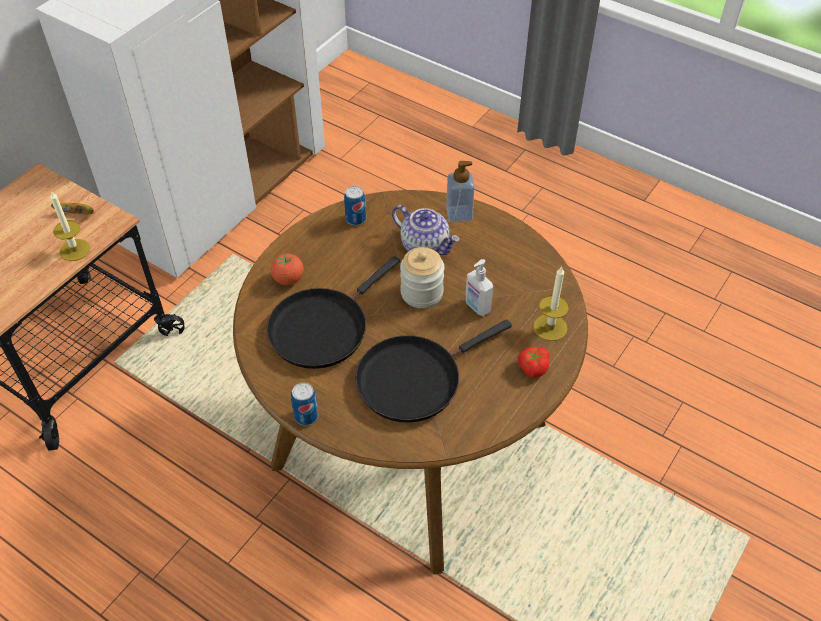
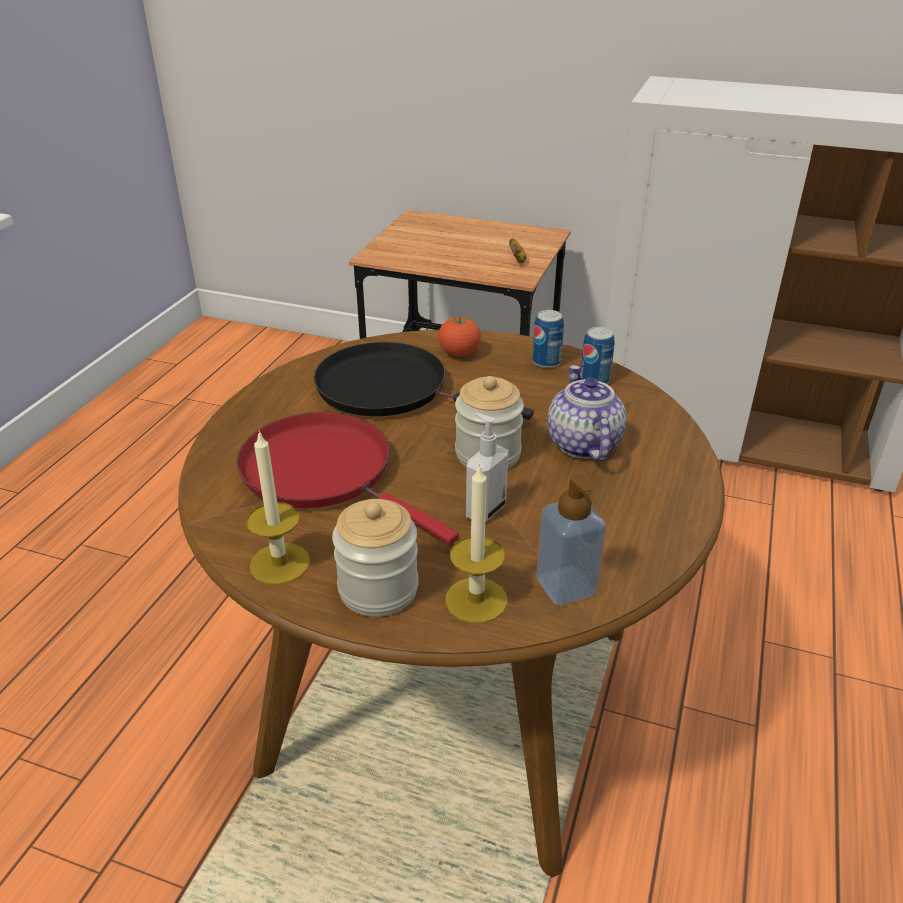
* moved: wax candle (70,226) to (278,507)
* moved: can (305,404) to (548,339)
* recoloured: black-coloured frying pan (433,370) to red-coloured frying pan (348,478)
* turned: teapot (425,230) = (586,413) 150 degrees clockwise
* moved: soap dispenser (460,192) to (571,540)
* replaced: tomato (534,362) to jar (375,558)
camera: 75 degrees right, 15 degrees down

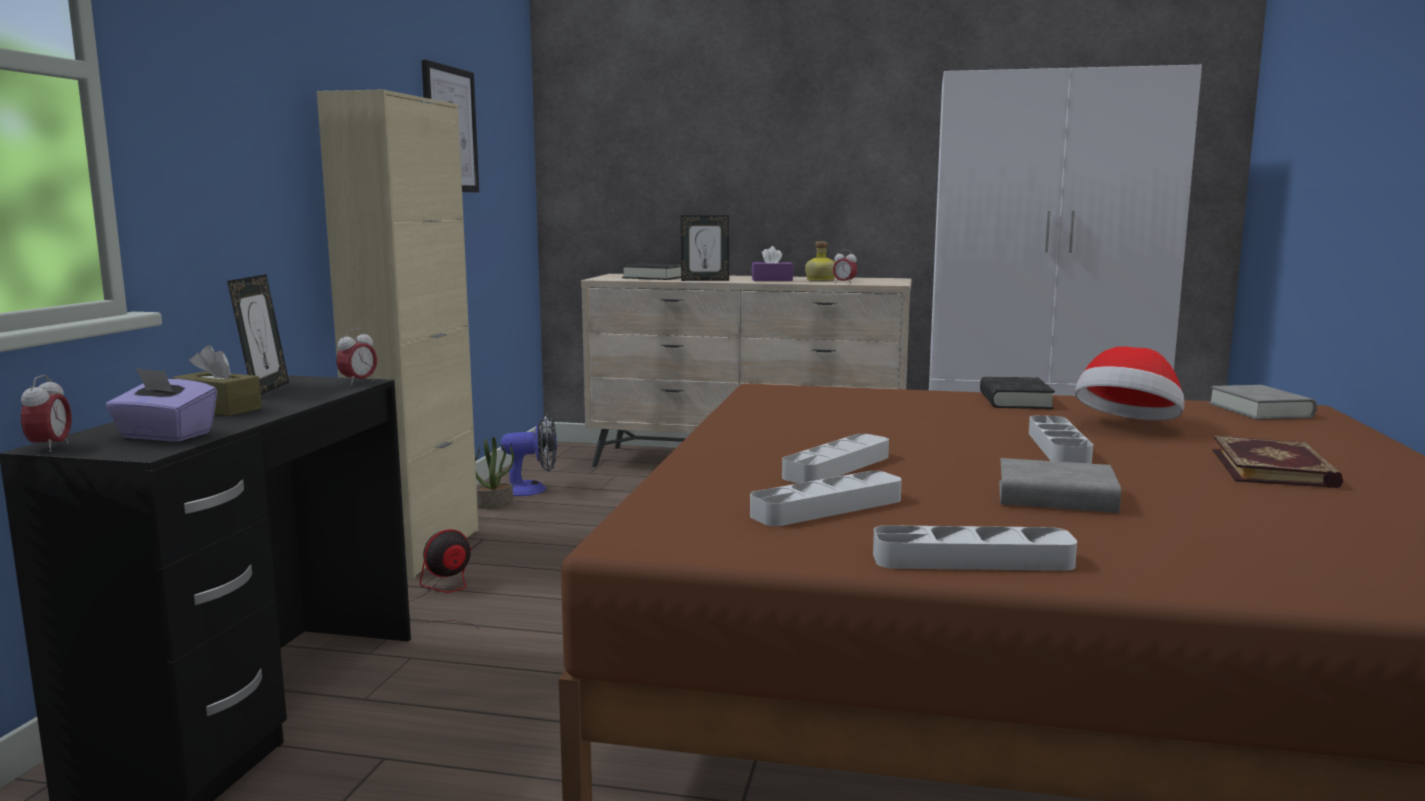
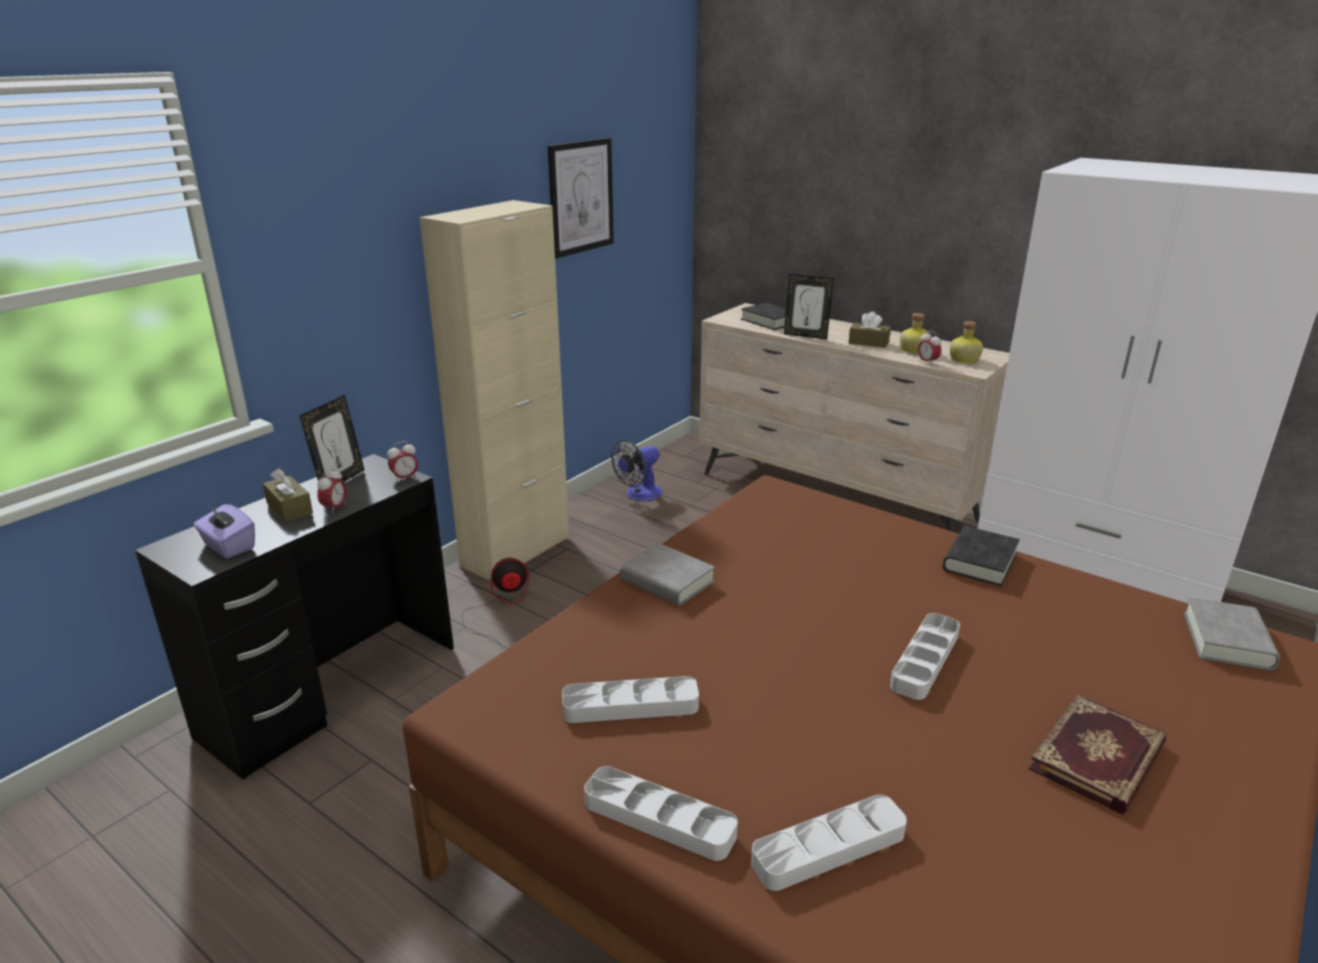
* moved: bedside clock (46,413) to (332,491)
* removed: plant in a pot (494,473)
* turned: cooling fan (528,454) = (636,470) 120 degrees clockwise
* recoloured: purple tissue holder (772,263) to brownish tissue holder (870,329)
* moved: grey serving tray (835,458) to (829,843)
* moved: grey book (1060,485) to (668,574)
* removed: clothing hat (1129,383)
* added: bottle (966,342)
camera: 25 degrees right, 15 degrees up

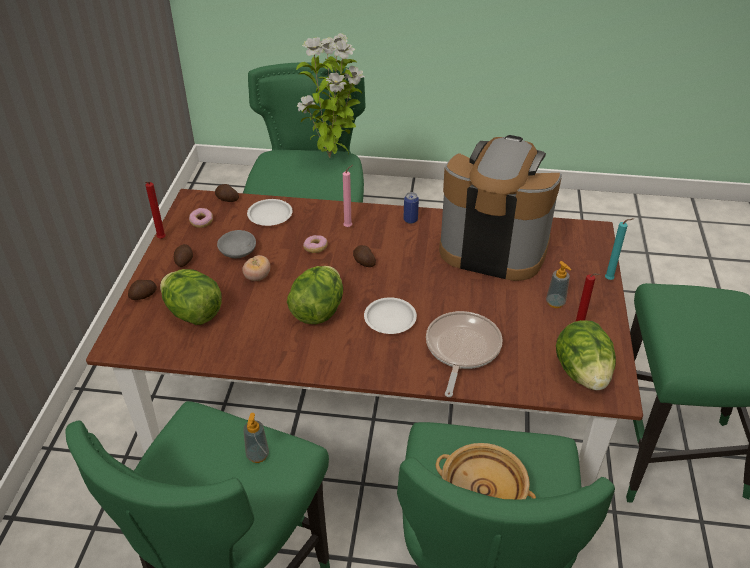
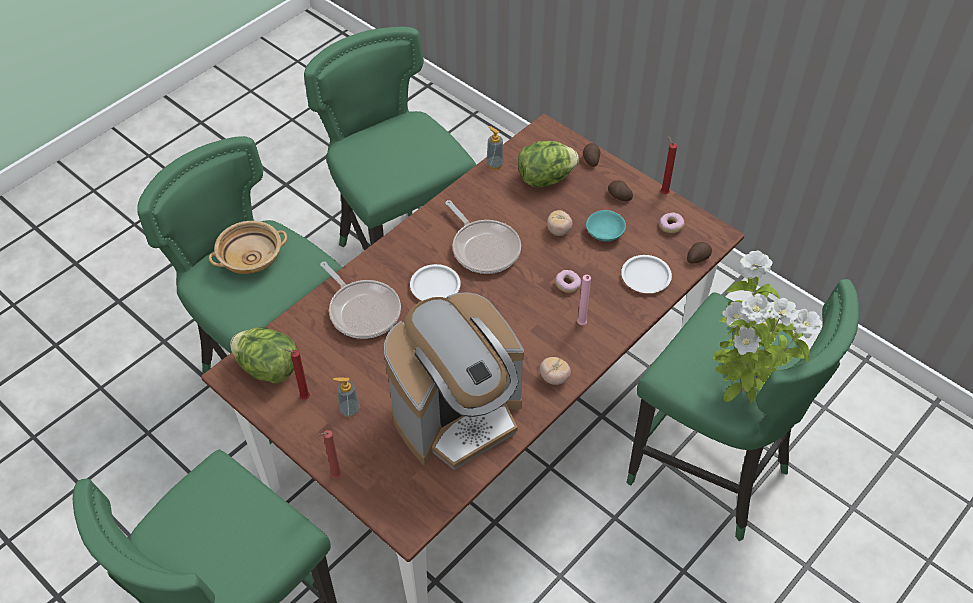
* recoloured: grey serving bowl (236,244) to turquoise serving bowl (606,226)
* moved: soap dispenser (256,438) to (495,147)
* replaced: lettuce (315,295) to frying pan (483,237)
* removed: spud (364,256)
* replaced: can (411,208) to tomato (555,371)
* recoloured: turquoise wax candle (619,249) to red-coloured wax candle (330,454)
camera: 125 degrees right, 10 degrees up

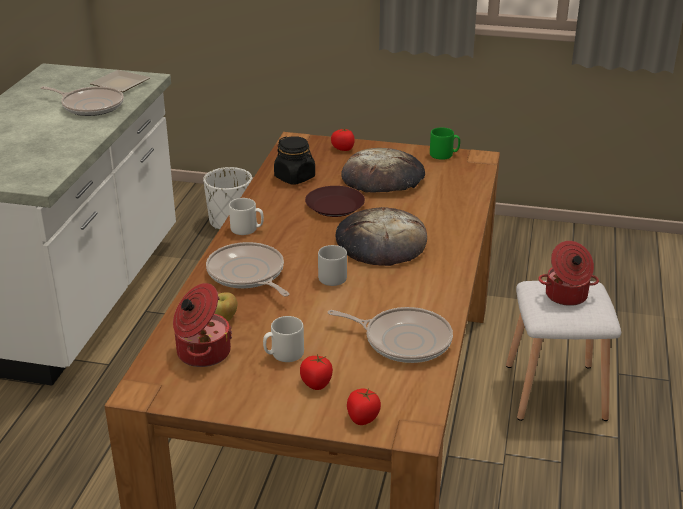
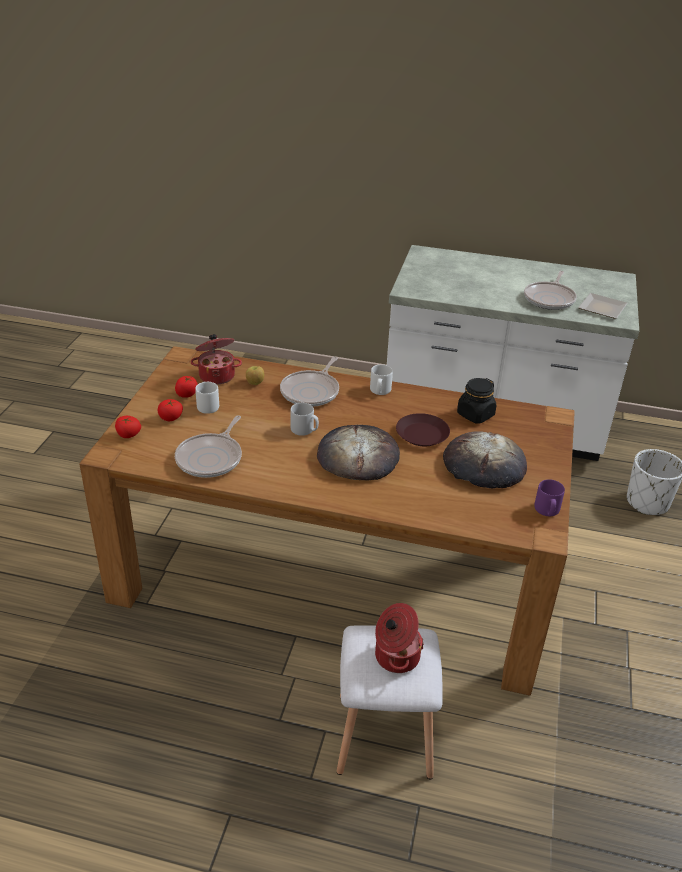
* turned: frying pan (247,269) = (309,382) 150 degrees clockwise
* moved: tomato (343,139) to (186,387)
* recoloured: green coffee mug (445,143) to purple coffee mug (549,497)
camera: 90 degrees right, 5 degrees up

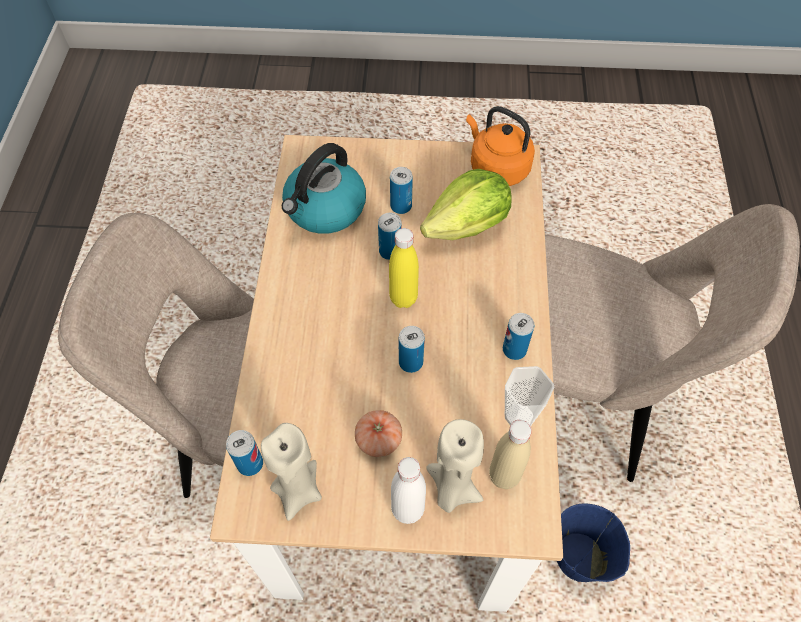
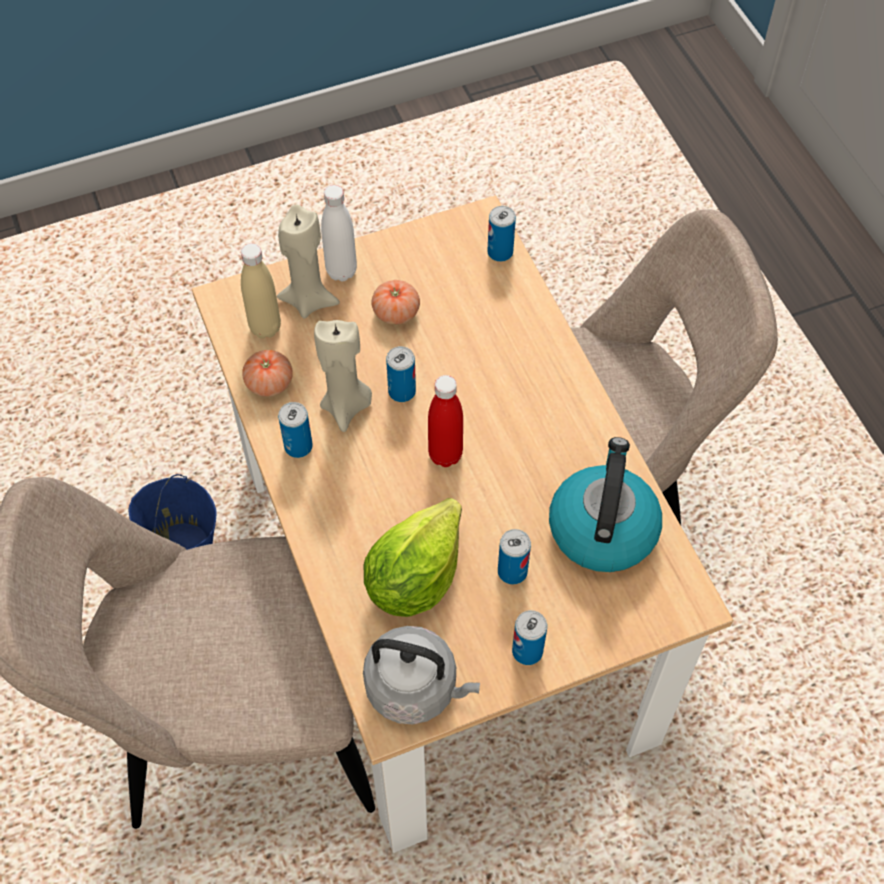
* moved: sand-coloured wax candle (291,472) to (343,376)
* moved: can (390,236) to (529,637)
* recoloured: yellow-coloured bottle (404,268) to red-coloured bottle (445,421)
* recoloured: orange water kettle (500,146) to grey water kettle (421,675)
* replaced: drinking cup (529,396) to tomato (267,373)
camera: 155 degrees right, 0 degrees up

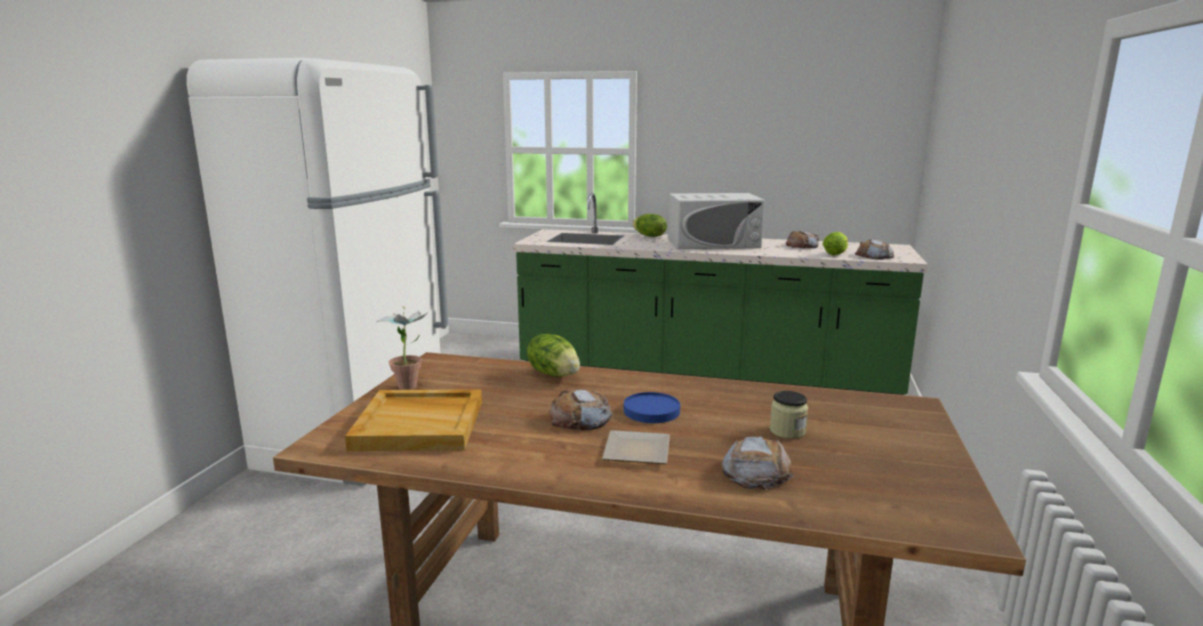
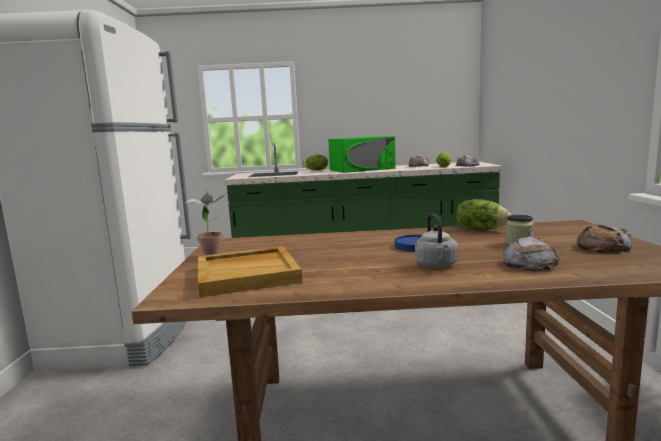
* moved: lettuce (553,355) to (483,214)
* moved: bread (581,409) to (604,238)
* replaced: plate (636,447) to grey water kettle (436,240)
* recoloured: whitish microwave (716,221) to green microwave (362,154)
camera: 15 degrees left, 5 degrees down

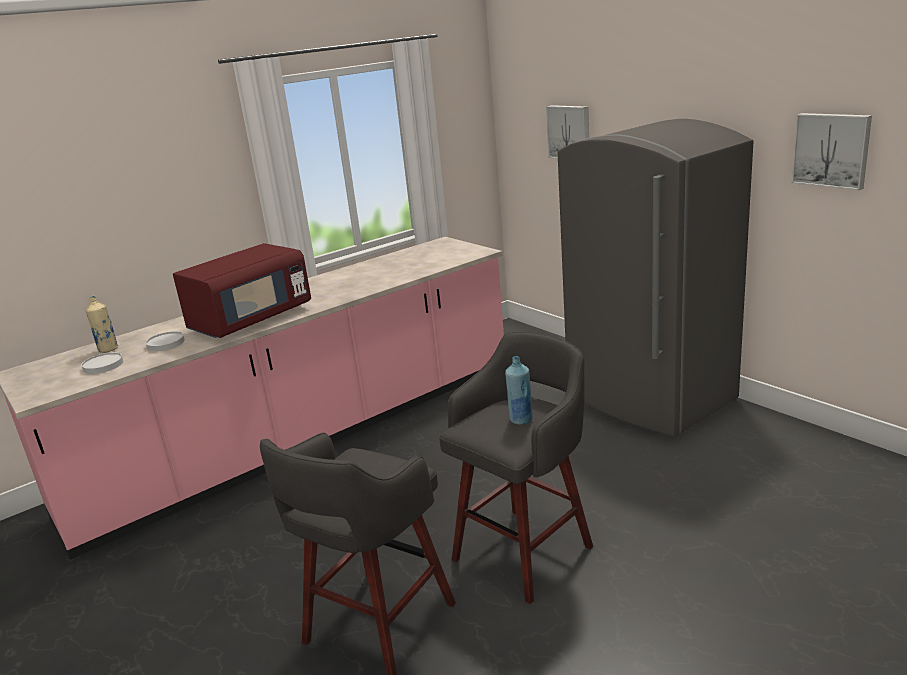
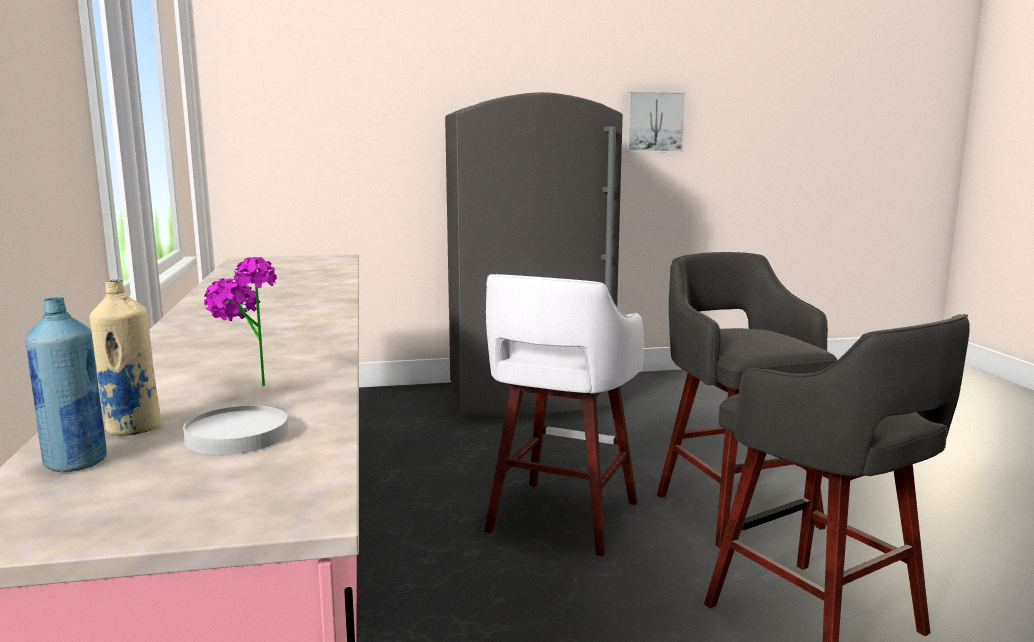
* replaced: whitish plate (165,341) to plant in a pot (240,321)
* removed: red-coloured microwave (242,290)
* moved: blue-coloured bottle (519,390) to (66,384)
* removed: wall picture (567,132)
* added: whitish stool seat (564,415)
camera: 65 degrees left, 10 degrees down

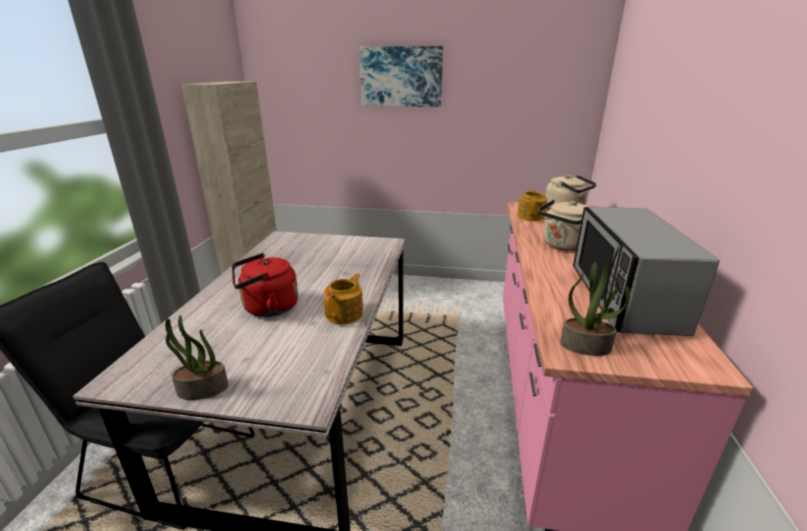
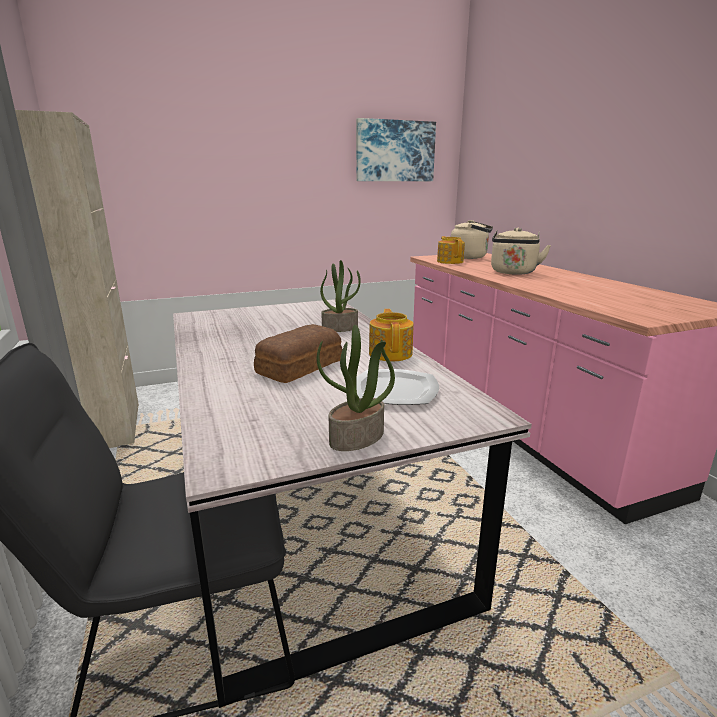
* replaced: red-coloured water kettle (265,285) to bread (298,353)
* moved: wall picture (401,76) to (396,149)
* moved: plant in a pot (595,309) to (340,296)
* removed: microwave (646,271)
* added: plate (397,387)
camera: 30 degrees left, 5 degrees down

